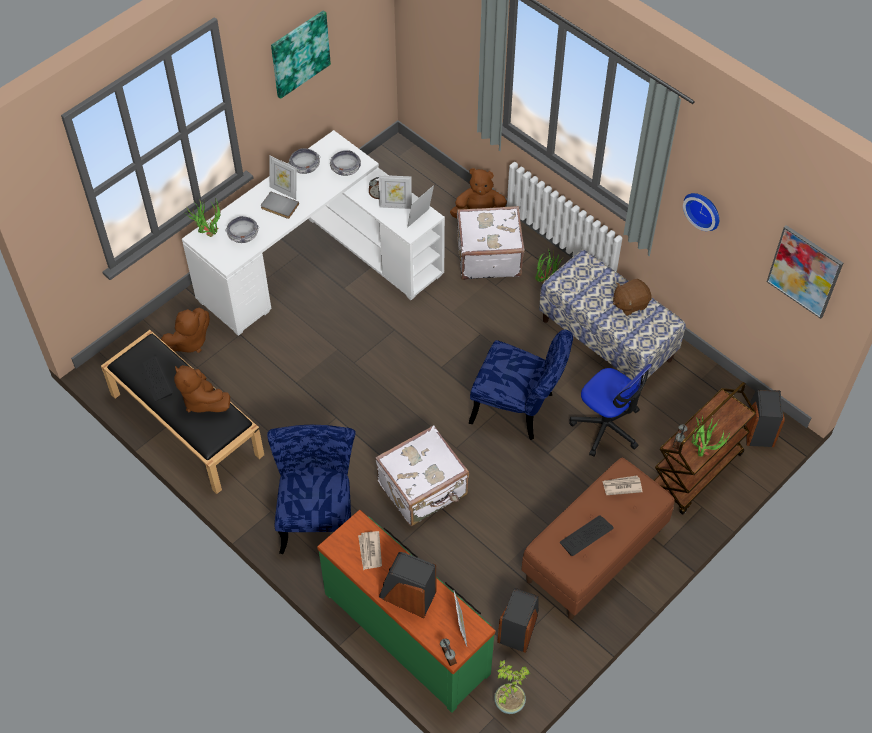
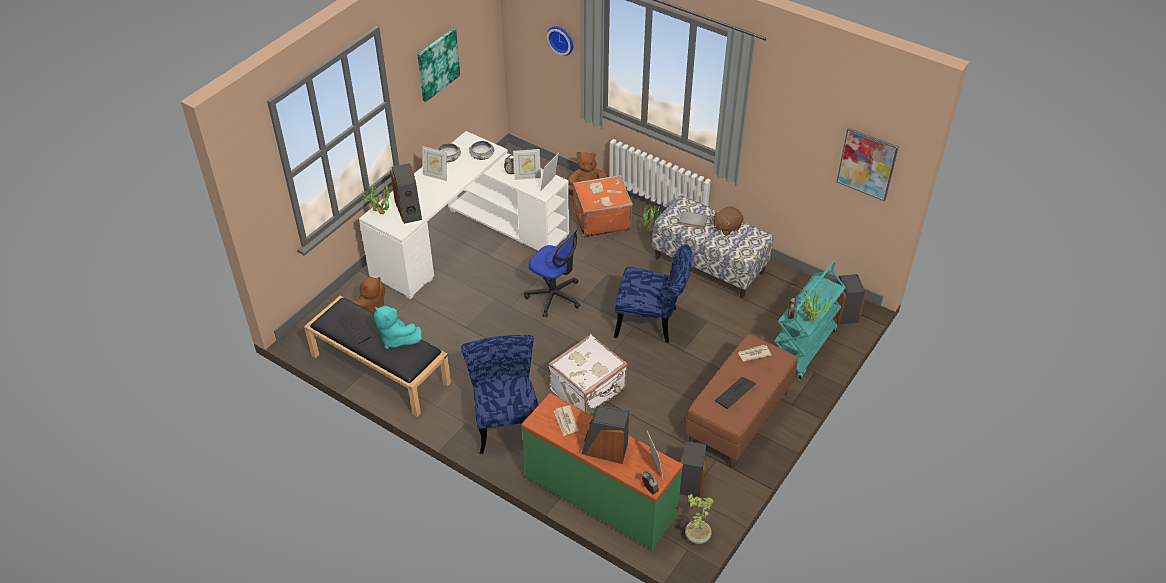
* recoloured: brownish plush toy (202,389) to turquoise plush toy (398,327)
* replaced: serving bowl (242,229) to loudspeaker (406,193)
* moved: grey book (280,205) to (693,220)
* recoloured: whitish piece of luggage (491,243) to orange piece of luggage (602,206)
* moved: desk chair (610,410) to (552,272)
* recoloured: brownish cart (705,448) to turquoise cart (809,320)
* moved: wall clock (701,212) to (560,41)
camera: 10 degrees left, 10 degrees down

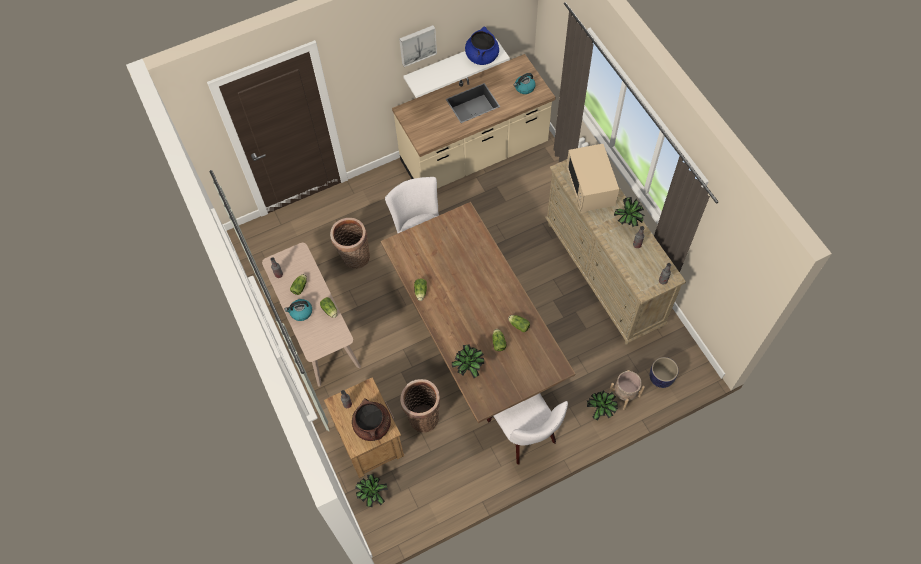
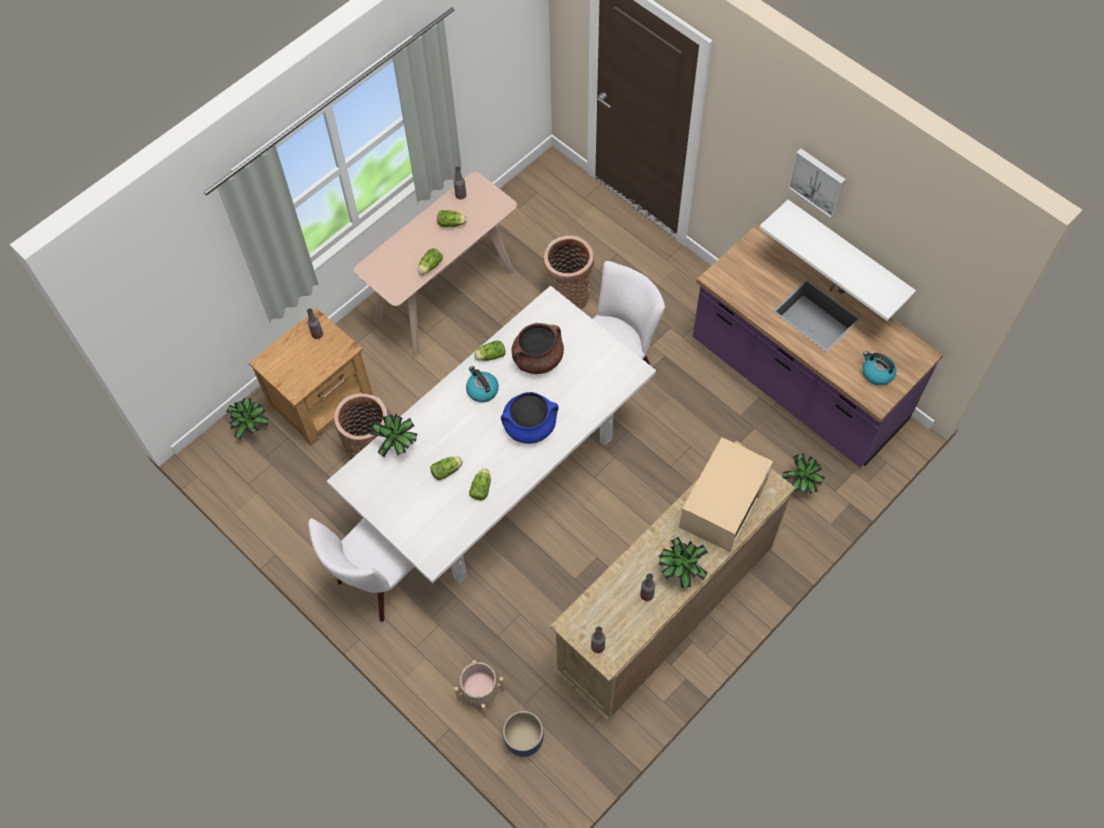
* moved: water kettle (298,310) to (482,384)
* moved: brownish saucepot (371,419) to (538,348)
* recoloured: brownish dinner table (478,312) to whitish dinner table (491,435)
* recoloured: sand-coloured kitchen base unit (473,121) to purple kitchen base unit (818,345)
* moved: blue-coloured saucepot (482,45) to (530,418)
* turned: sand-coloured microwave (592,178) = (726,494) 150 degrees clockwise
* moved: plant in a pot (602,405) to (804,473)
camera: 70 degrees right, 0 degrees up

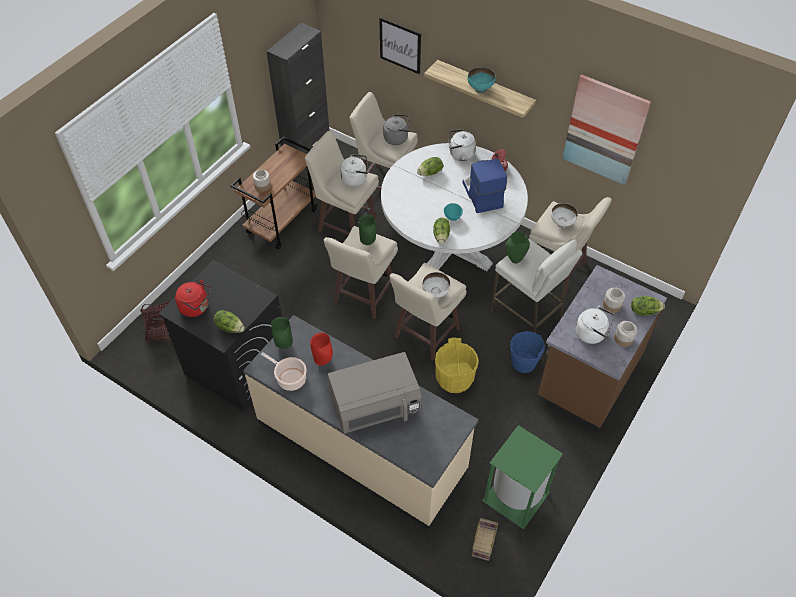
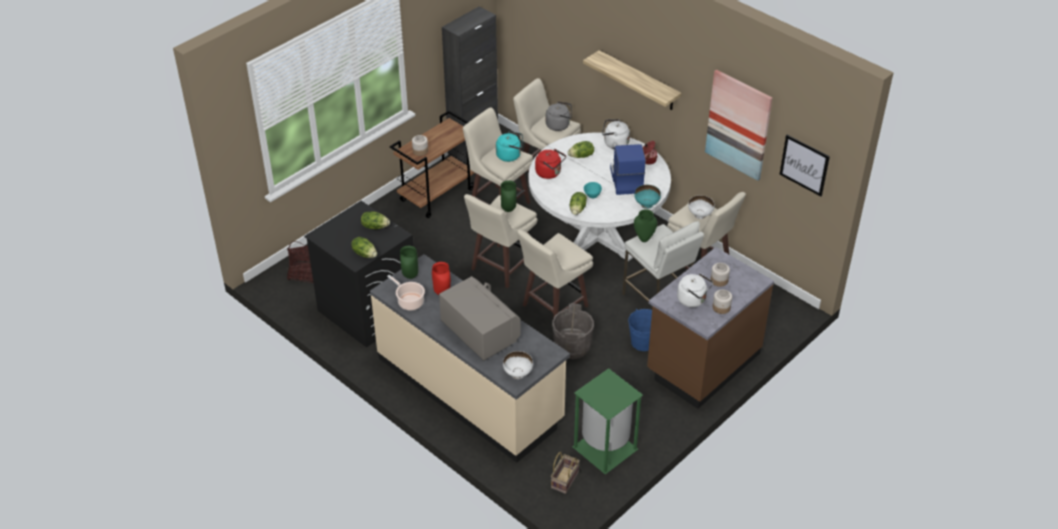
* moved: red-coloured water kettle (193,298) to (550,164)
* turned: grey microwave (375,393) = (479,318) 120 degrees counterclockwise
* recoloured: whitish water kettle (354,171) to turquoise water kettle (509,146)
* moved: wall picture (400,45) to (804,165)
* moved: whitish serving bowl (436,285) to (518,365)
* recoloured: yellow-coloured water bucket (456,365) to grey water bucket (573,331)
* moved: turquoise serving bowl (481,80) to (647,197)
* moved: lettuce (648,305) to (375,220)
camera: 10 degrees right, 10 degrees down

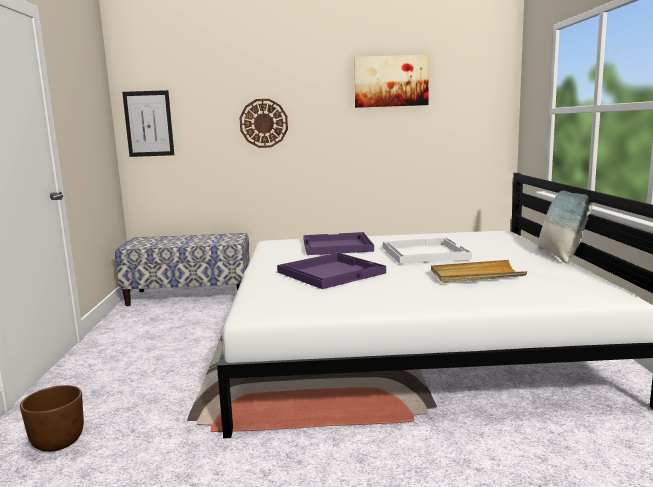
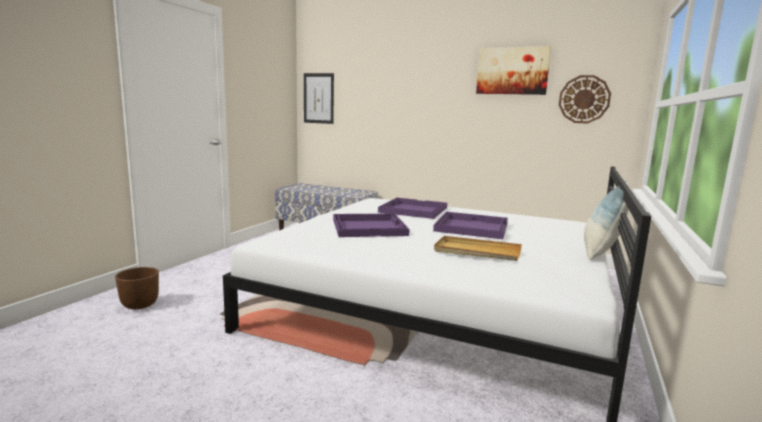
* moved: wall clock (263,123) to (585,99)
* recoloured: whitish serving tray (427,251) to purple serving tray (470,225)
camera: 25 degrees right, 0 degrees up

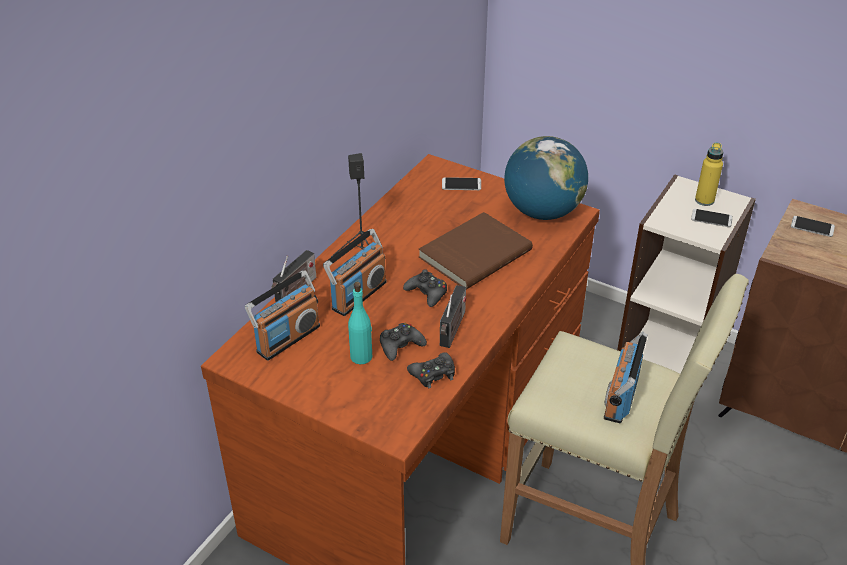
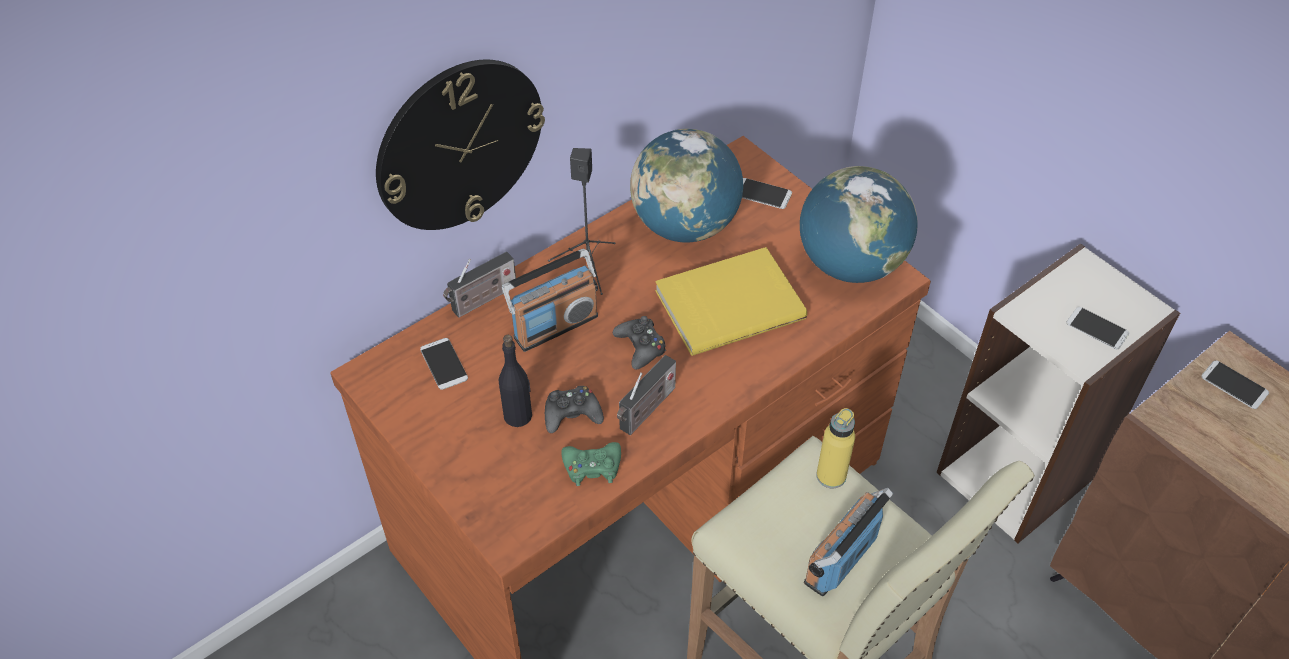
* replaced: radio receiver (282,316) to handset (444,364)
* recoloured: turquoise bottle (360,323) to black-coloured bottle (515,381)
* recoloured: black-coloured gamepad (431,370) to green gamepad (591,464)
* recoloured: brownish book (476,251) to yellow-coloured book (731,301)
* moved: yellow-coloured bottle (709,174) to (835,448)
* added: wall clock (460,144)
* added: desk globe (686,186)
camera: 20 degrees right, 10 degrees up

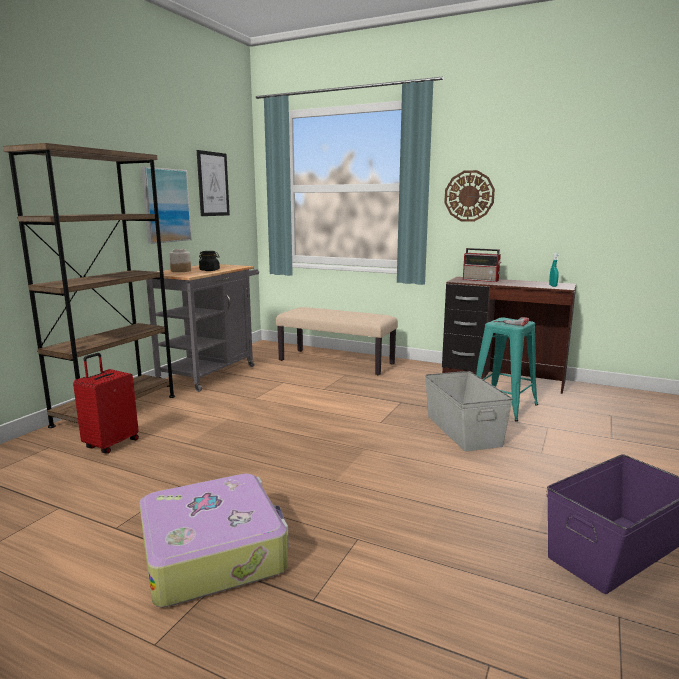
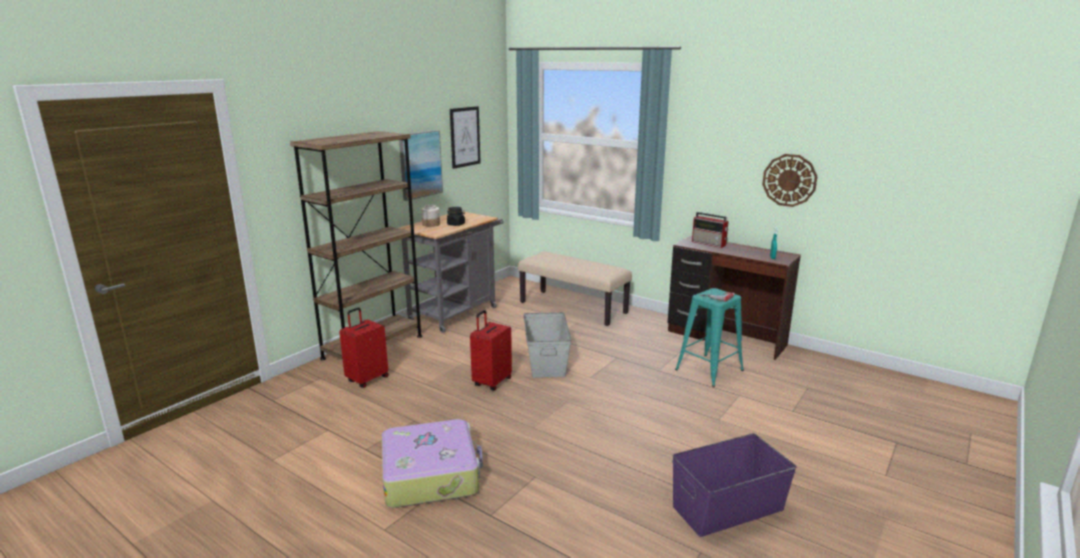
* moved: grey storage bin (469,411) to (548,345)
* moved: wall clock (469,196) to (790,180)
* added: red-coloured piece of luggage (491,350)
camera: 10 degrees right, 5 degrees up

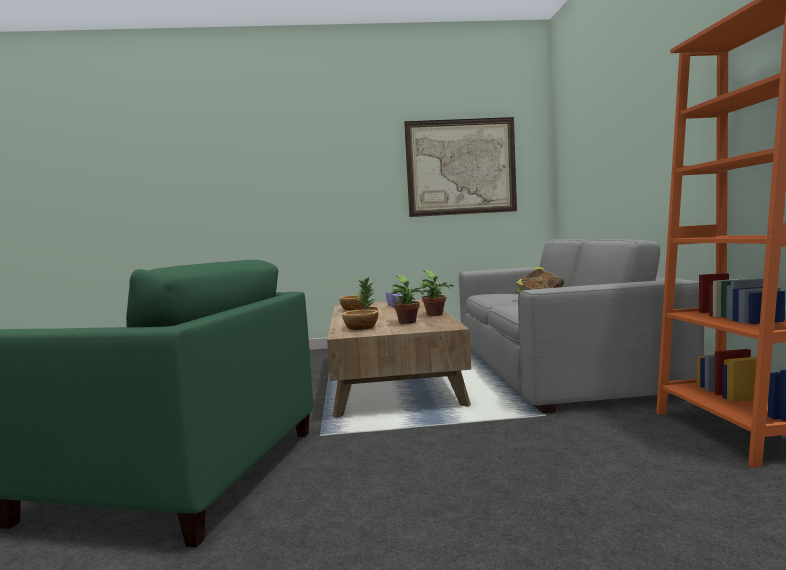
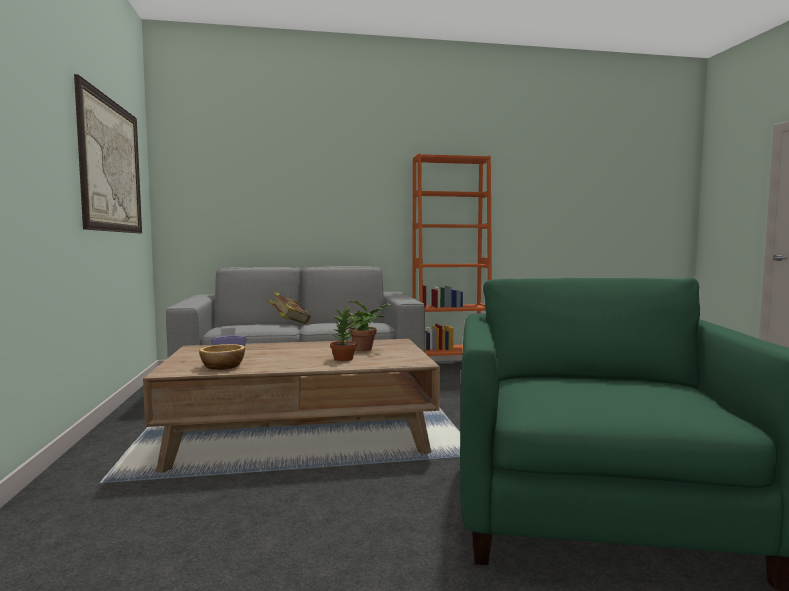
* removed: serving bowl (360,319)
* removed: plant in a pot (437,293)
camera: 95 degrees left, 0 degrees up

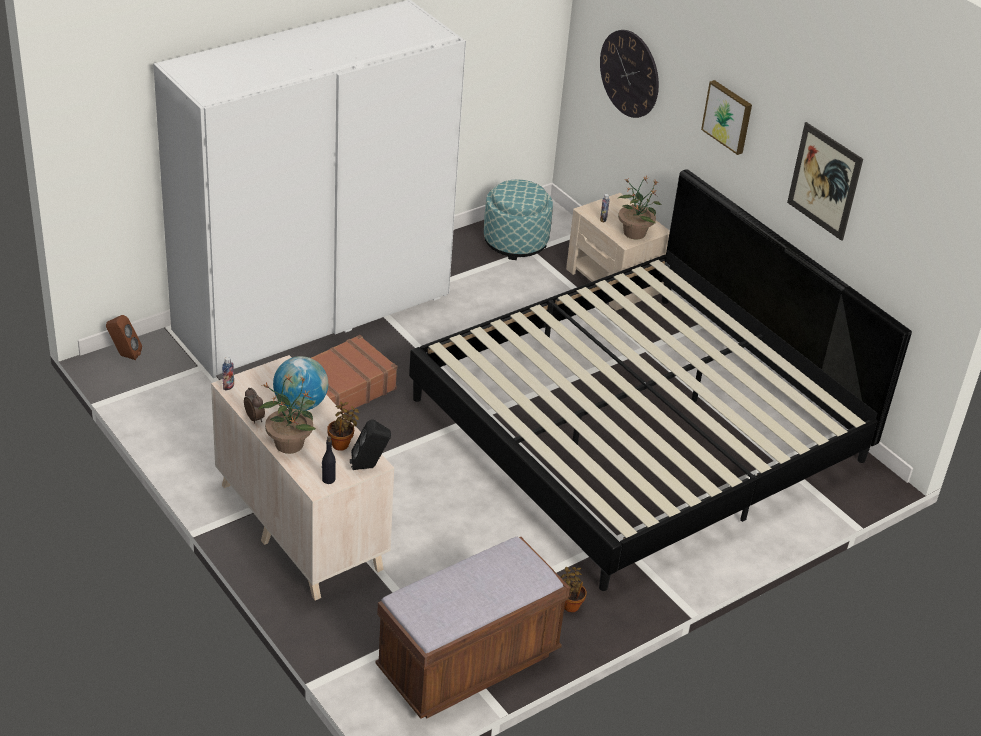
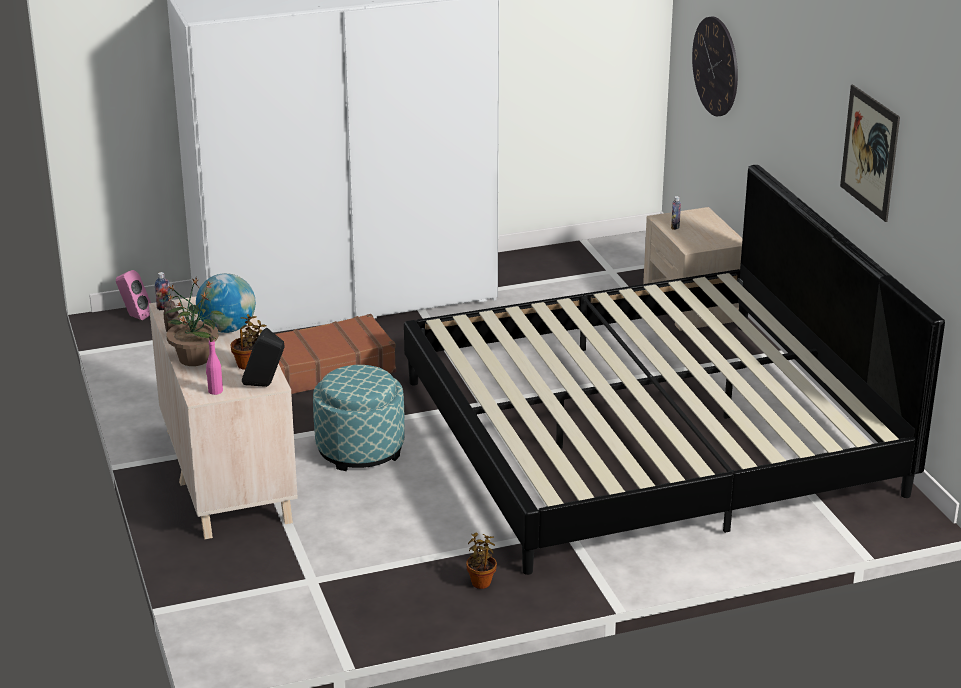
* recoloured: brownish loudspeaker (124,337) to pink-coloured loudspeaker (133,295)
* recoloured: black-coloured bottle (329,460) to pink-coloured bottle (214,365)
* removed: brownish long seat (472,628)
* moved: footrest (518,220) to (359,418)
* removed: plant in a pot (639,207)
* removed: wall picture (726,117)
camera: 20 degrees right, 10 degrees down

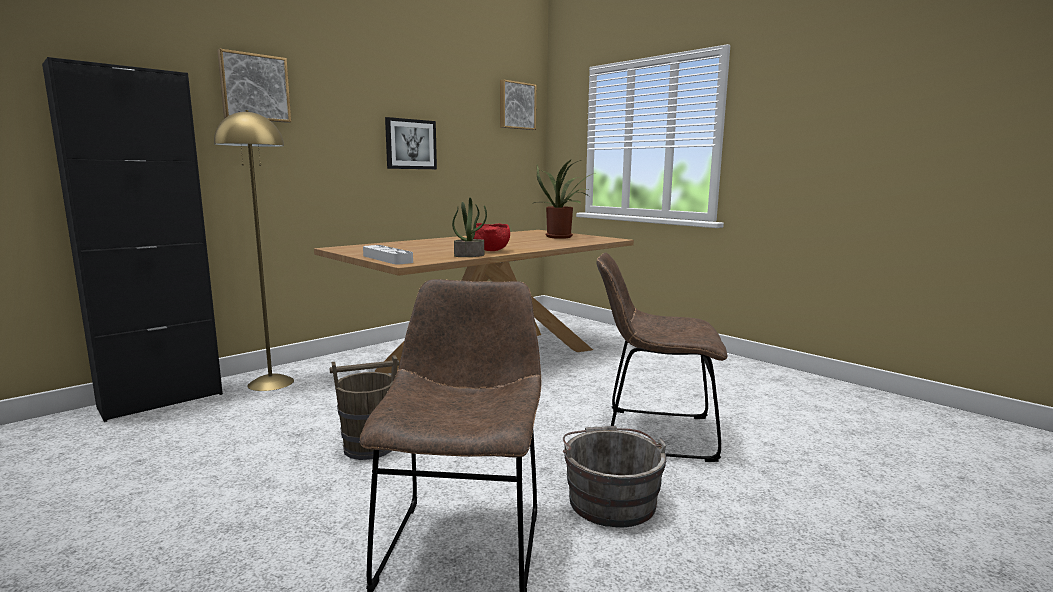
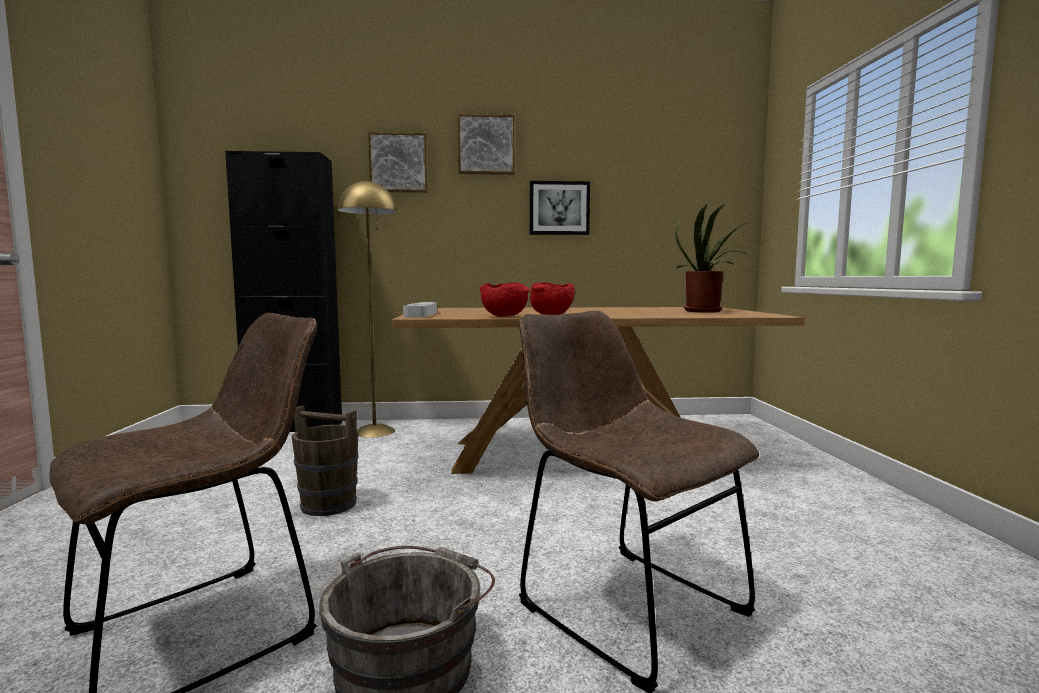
* replaced: plant in a pot (469,227) to red-coloured serving bowl (505,300)
* moved: wall picture (518,104) to (486,144)
camera: 40 degrees right, 5 degrees down

